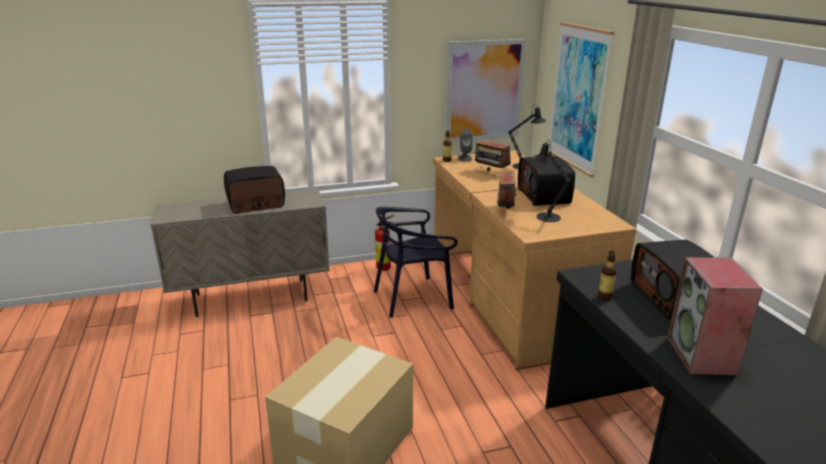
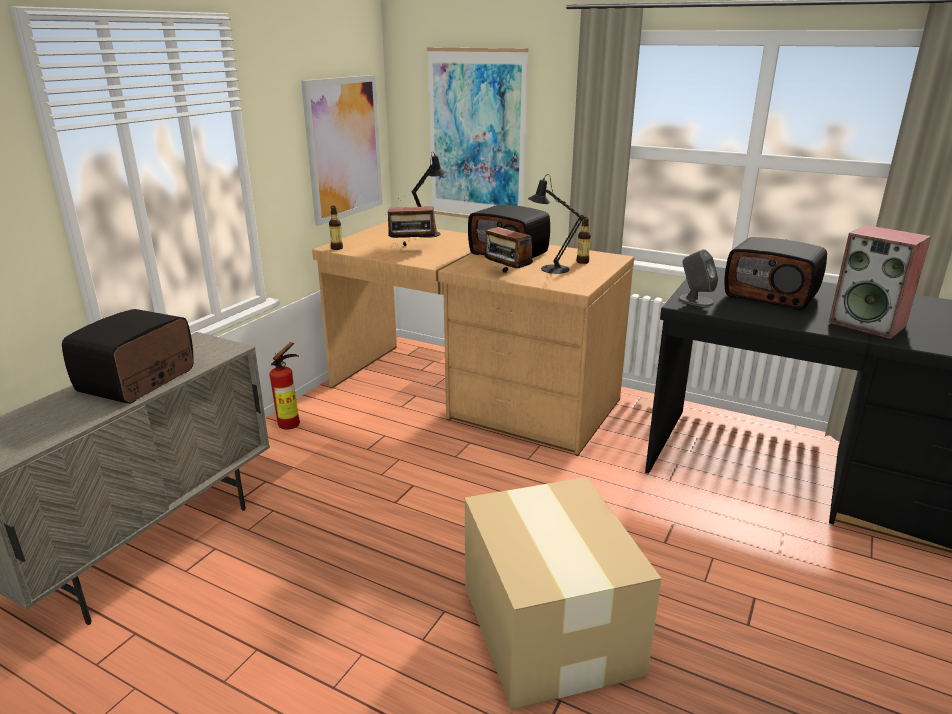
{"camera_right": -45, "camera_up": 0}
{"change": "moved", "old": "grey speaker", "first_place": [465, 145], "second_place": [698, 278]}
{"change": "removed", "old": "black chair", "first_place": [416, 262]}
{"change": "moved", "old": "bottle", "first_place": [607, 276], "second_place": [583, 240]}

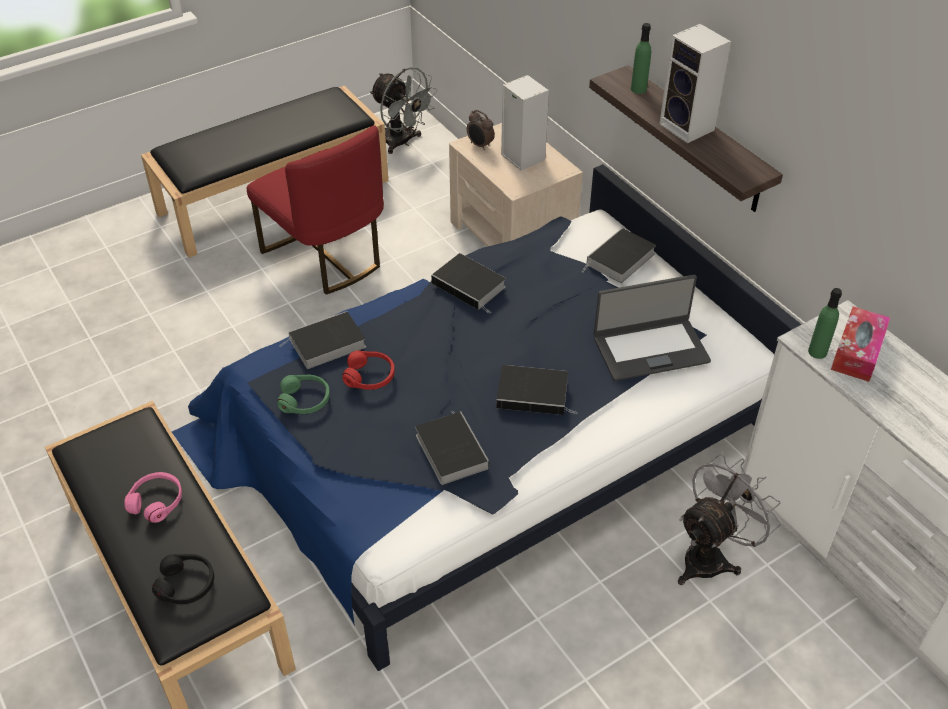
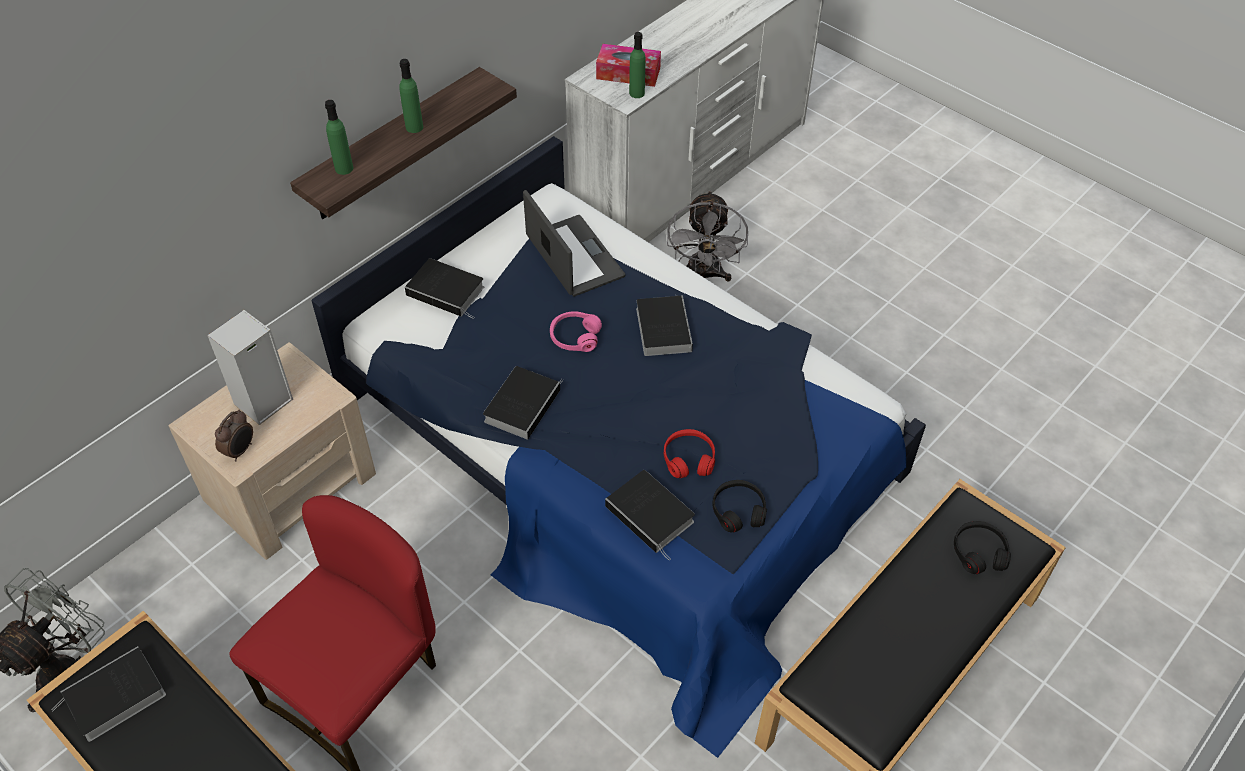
{"camera_right": -105, "camera_up": 5}
{"change": "replaced", "old": "speaker", "new": "green bottle", "first_place": [695, 83], "second_place": [411, 96]}
{"change": "recoloured", "old": "green headphones", "new": "black headphones", "first_place": [303, 394], "second_place": [739, 506]}
{"change": "moved", "old": "book", "first_place": [452, 448], "second_place": [109, 694]}
{"change": "turned", "old": "grey fan", "first_place": [729, 519], "second_place": [707, 236], "degrees": -120}
{"change": "moved", "old": "pink headphones", "first_place": [153, 497], "second_place": [576, 331]}

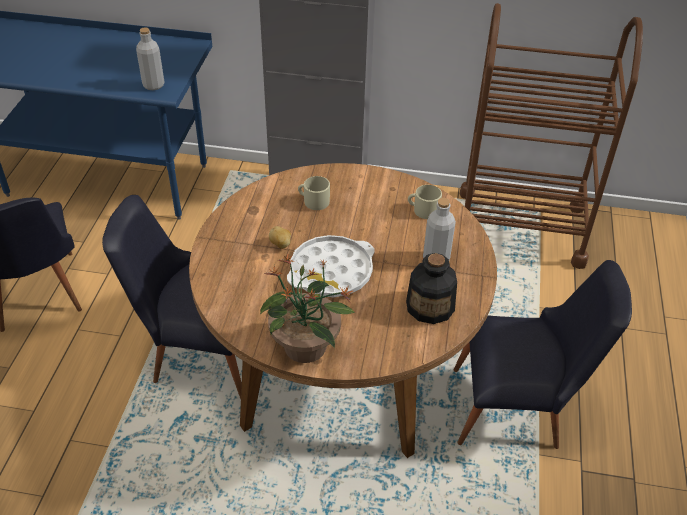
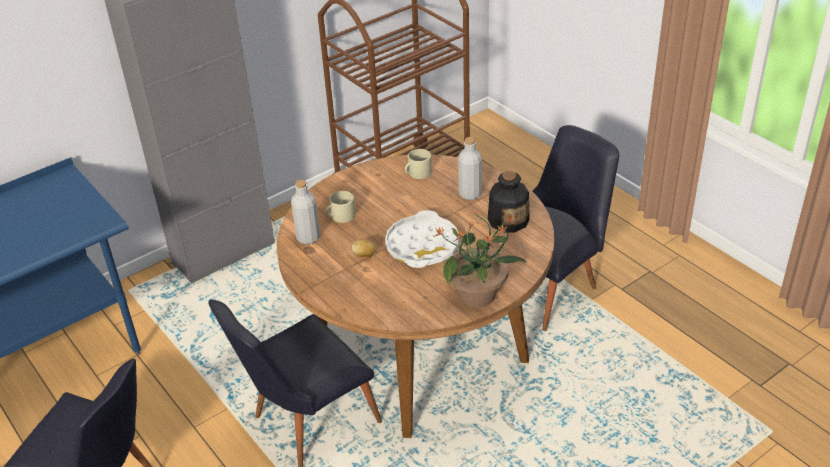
{"camera_right": -45, "camera_up": -5}
{"change": "moved", "old": "grey bottle", "first_place": [150, 59], "second_place": [305, 212]}

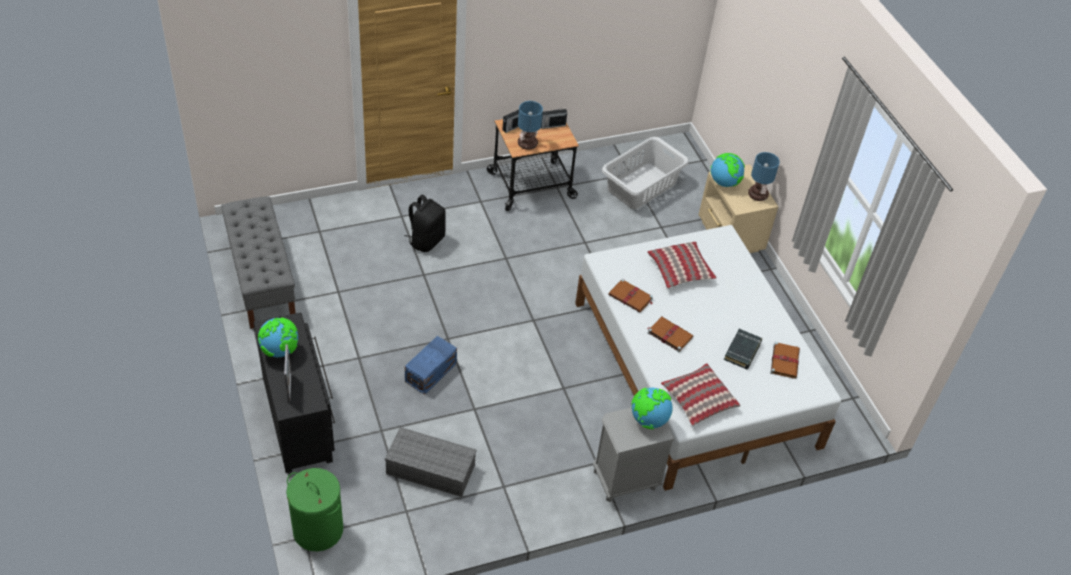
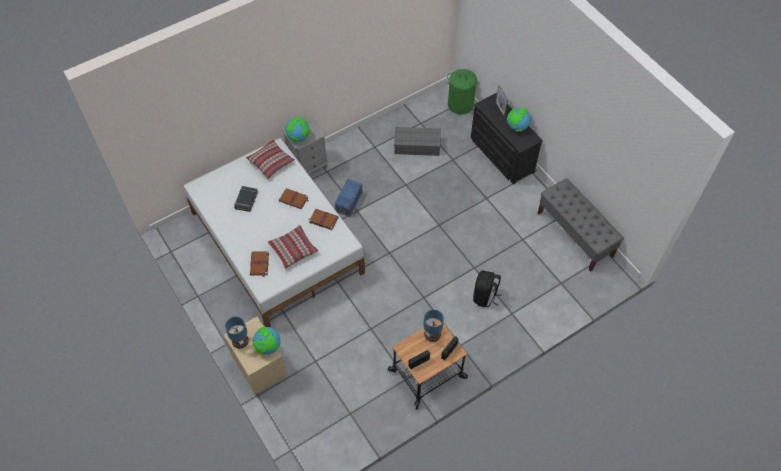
{"camera_right": 170, "camera_up": 10}
{"change": "removed", "old": "grey laundry basket", "first_place": [645, 173]}
{"change": "moved", "old": "blue storage box", "first_place": [431, 365], "second_place": [349, 198]}
{"change": "moved", "old": "brown book", "first_place": [785, 360], "second_place": [259, 264]}

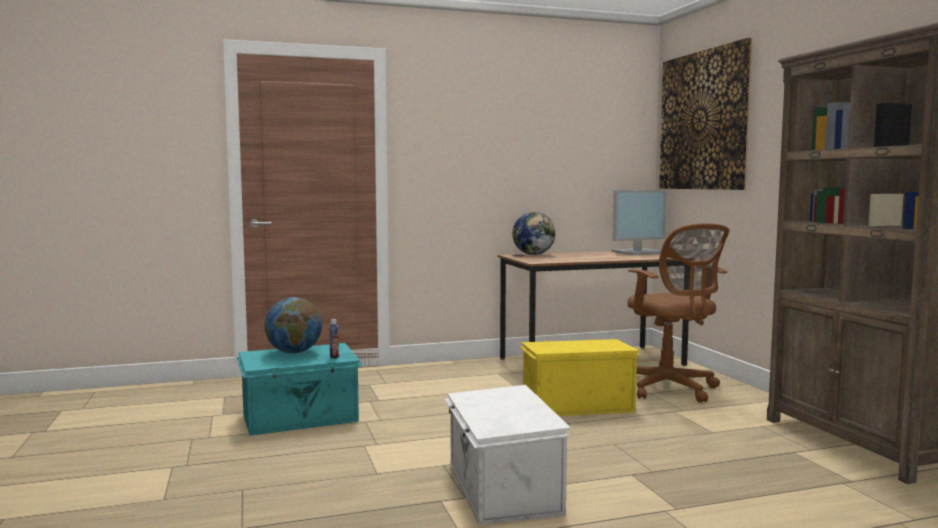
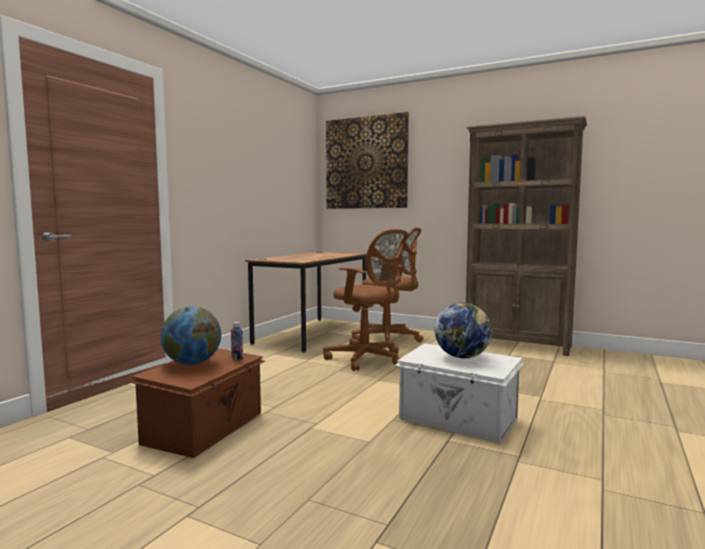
{"camera_right": -45, "camera_up": 0}
{"change": "removed", "old": "monitor", "first_place": [639, 222]}
{"change": "moved", "old": "globe", "first_place": [534, 233], "second_place": [463, 330]}
{"change": "replaced", "old": "yellow storage box", "new": "brown office chair", "first_place": [579, 377], "second_place": [365, 300]}
{"change": "recoloured", "old": "turquoise storage box", "new": "brown storage box", "first_place": [300, 389], "second_place": [198, 403]}

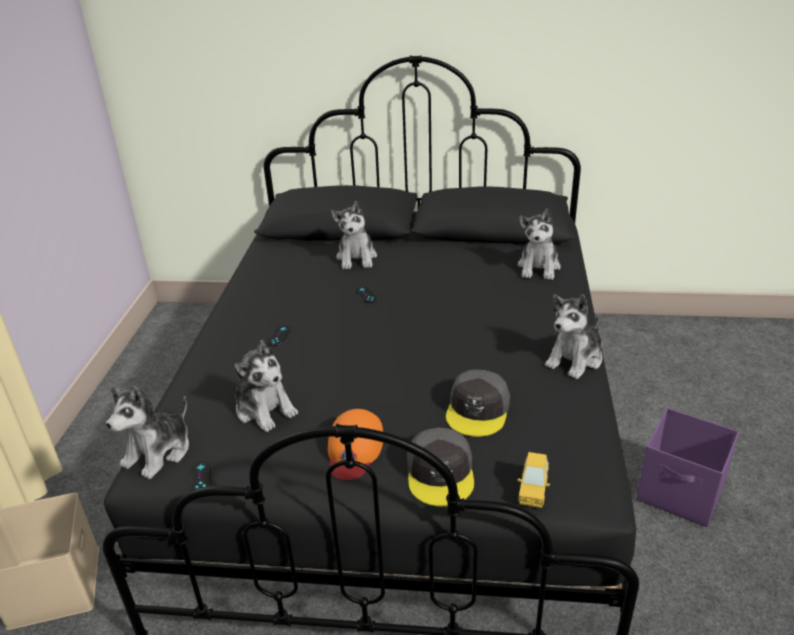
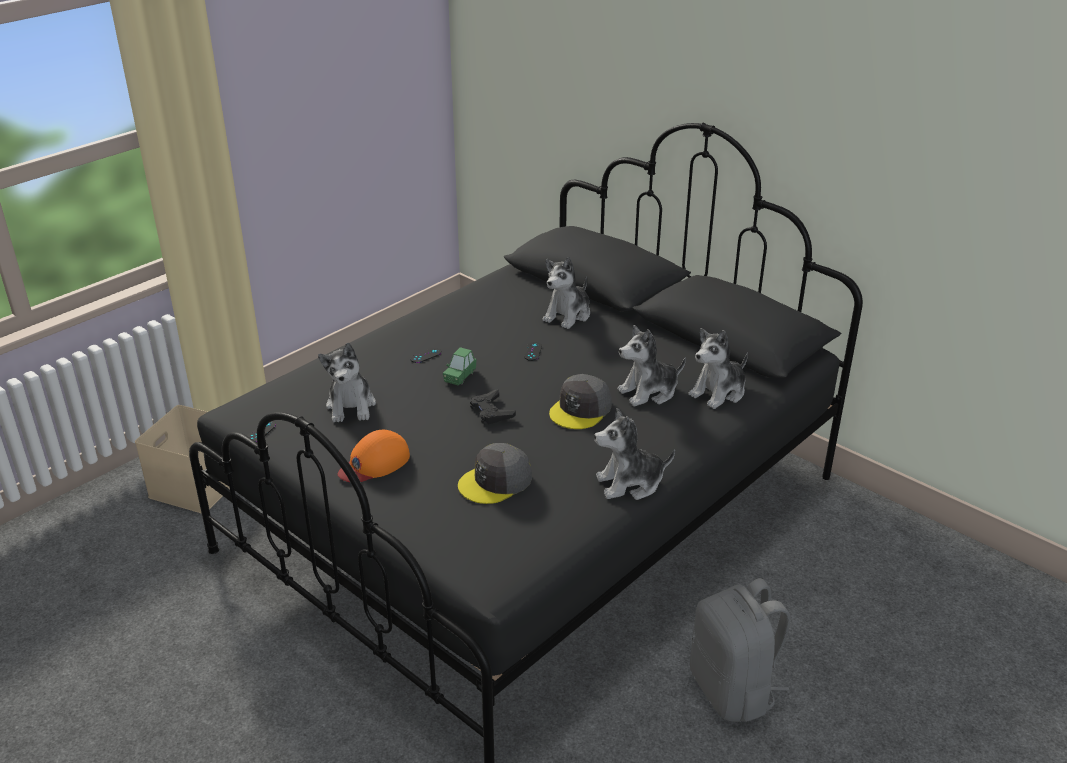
{"camera_right": 35, "camera_up": 0}
{"change": "moved", "old": "plush toy", "first_place": [147, 432], "second_place": [652, 365]}
{"change": "replaced", "old": "purple storage box", "new": "grey backpack", "first_place": [687, 467], "second_place": [740, 650]}
{"change": "moved", "old": "grey cap", "first_place": [440, 467], "second_place": [580, 401]}
{"change": "removed", "old": "yellow toy car", "first_place": [533, 480]}
{"change": "added", "new": "green toy car", "second_place": [460, 366]}
{"change": "added", "new": "black game controller", "second_place": [493, 406]}

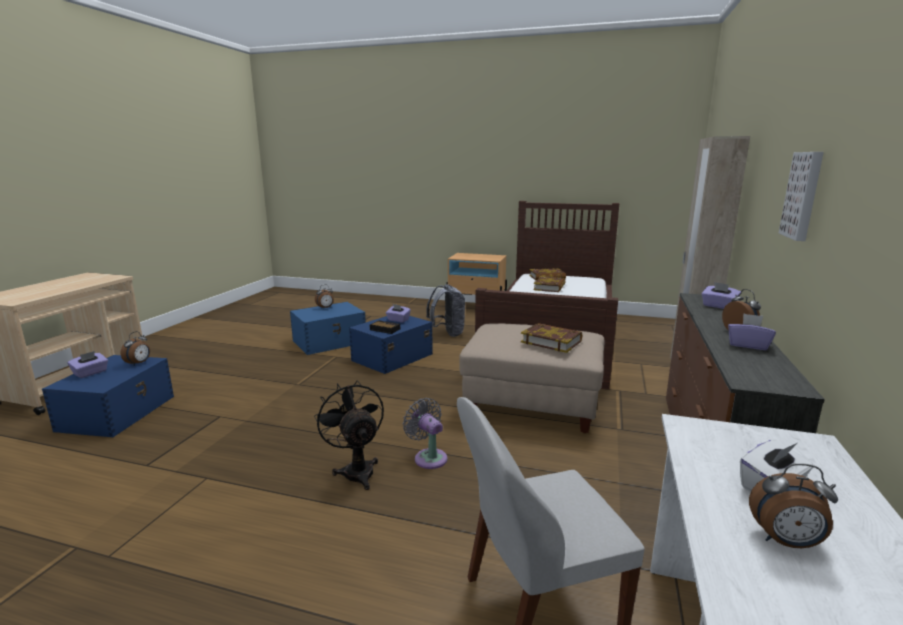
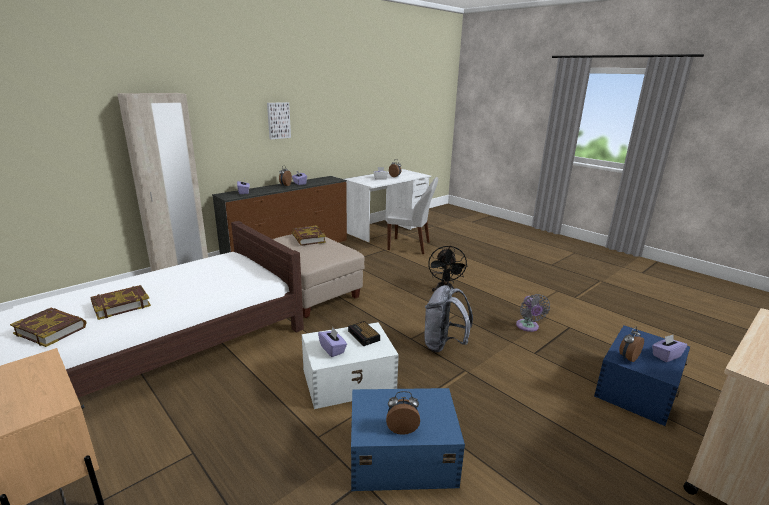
{"camera_right": -150, "camera_up": 5}
{"change": "moved", "old": "grey backpack", "first_place": [445, 310], "second_place": [448, 318]}
{"change": "recoloured", "old": "blue storage box", "new": "white storage box", "first_place": [391, 345], "second_place": [350, 365]}
{"change": "moved", "old": "grey fan", "first_place": [425, 433], "second_place": [533, 313]}

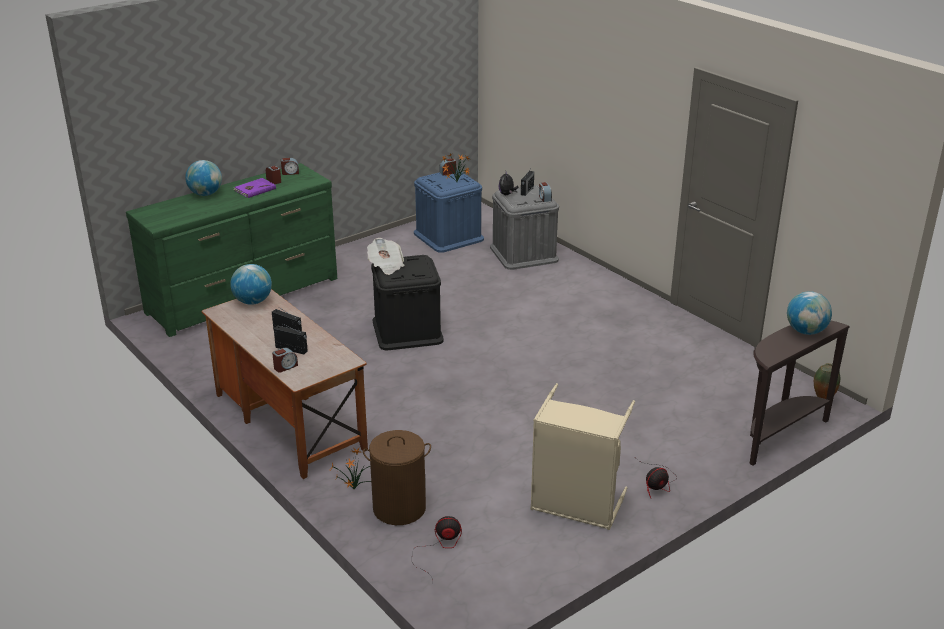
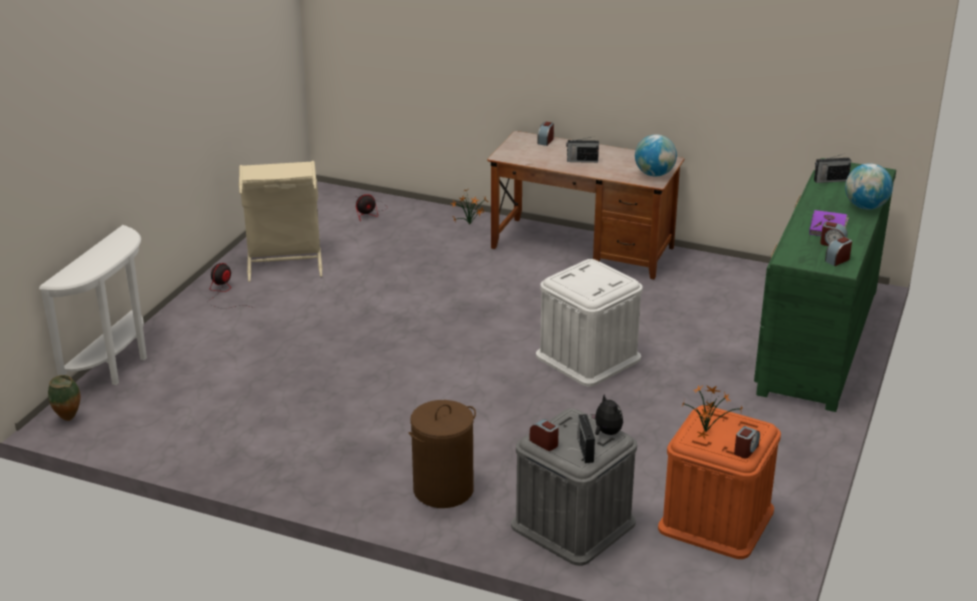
{"camera_right": 150, "camera_up": 0}
{"change": "recoloured", "old": "blue storage box", "new": "orange storage box", "first_place": [449, 211], "second_place": [719, 482]}
{"change": "removed", "old": "newspaper", "first_place": [386, 256]}
{"change": "recoloured", "old": "black storage box", "new": "white storage box", "first_place": [407, 302], "second_place": [589, 322]}
{"change": "removed", "old": "globe", "first_place": [809, 313]}
{"change": "recoloured", "old": "brown console table", "new": "white console table", "first_place": [799, 393], "second_place": [93, 305]}
{"change": "moved", "old": "radio", "first_place": [291, 338], "second_place": [832, 168]}
{"change": "moved", "old": "brown laundry basket", "first_place": [397, 477], "second_place": [442, 454]}

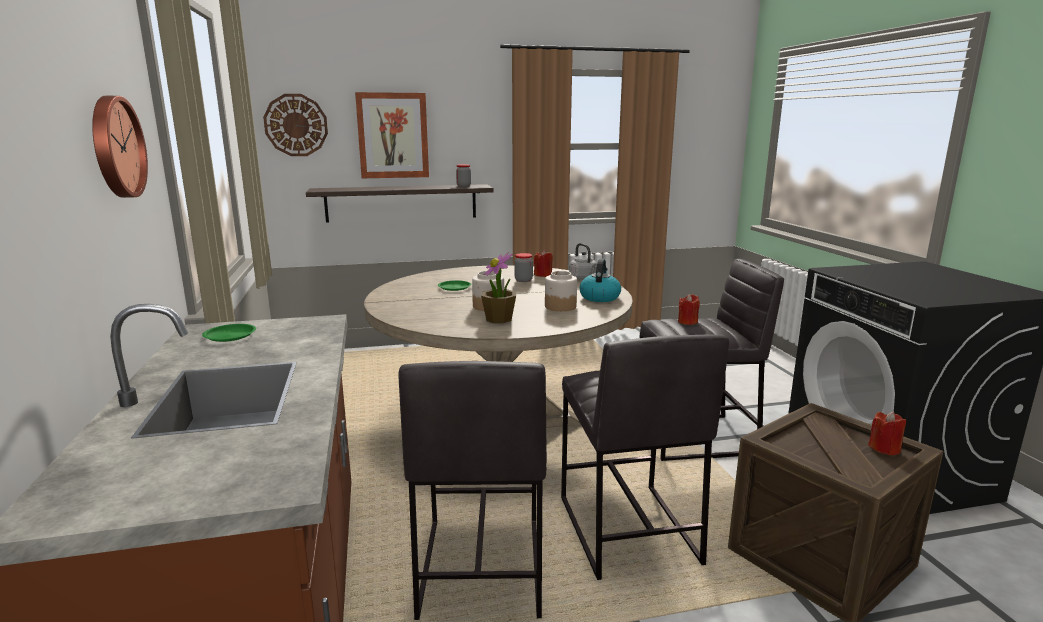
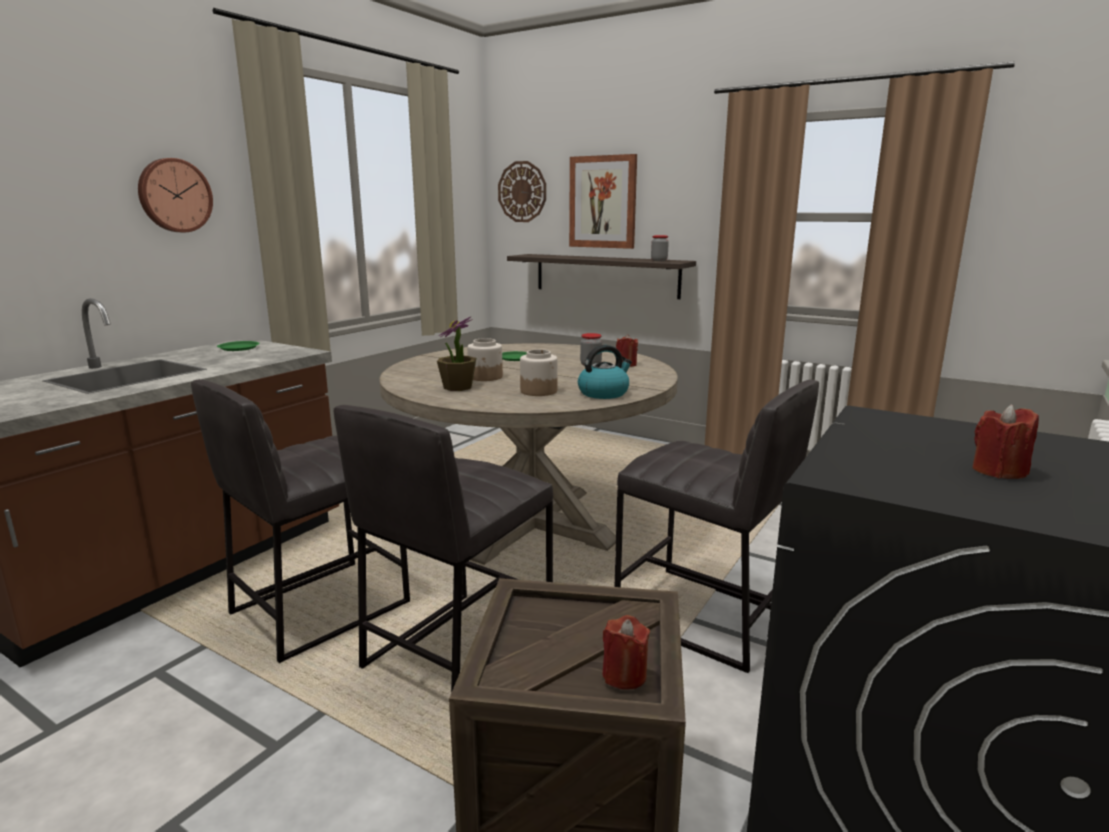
{"camera_right": 45, "camera_up": 0}
{"change": "removed", "old": "grey kettle", "first_place": [583, 261]}
{"change": "moved", "old": "red candle", "first_place": [689, 309], "second_place": [1005, 441]}

